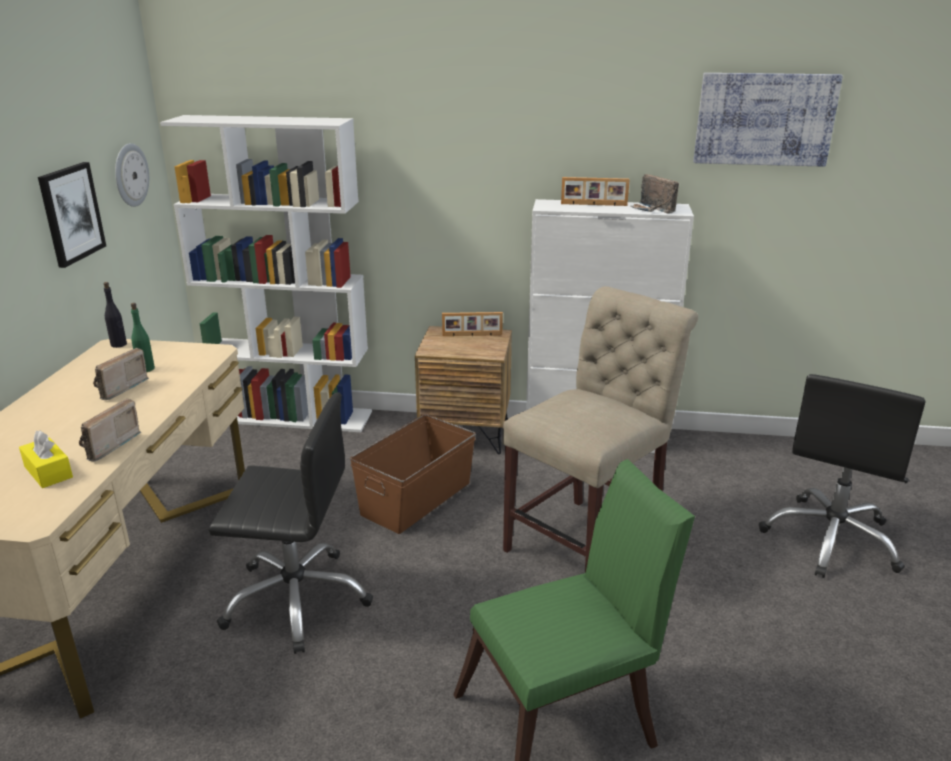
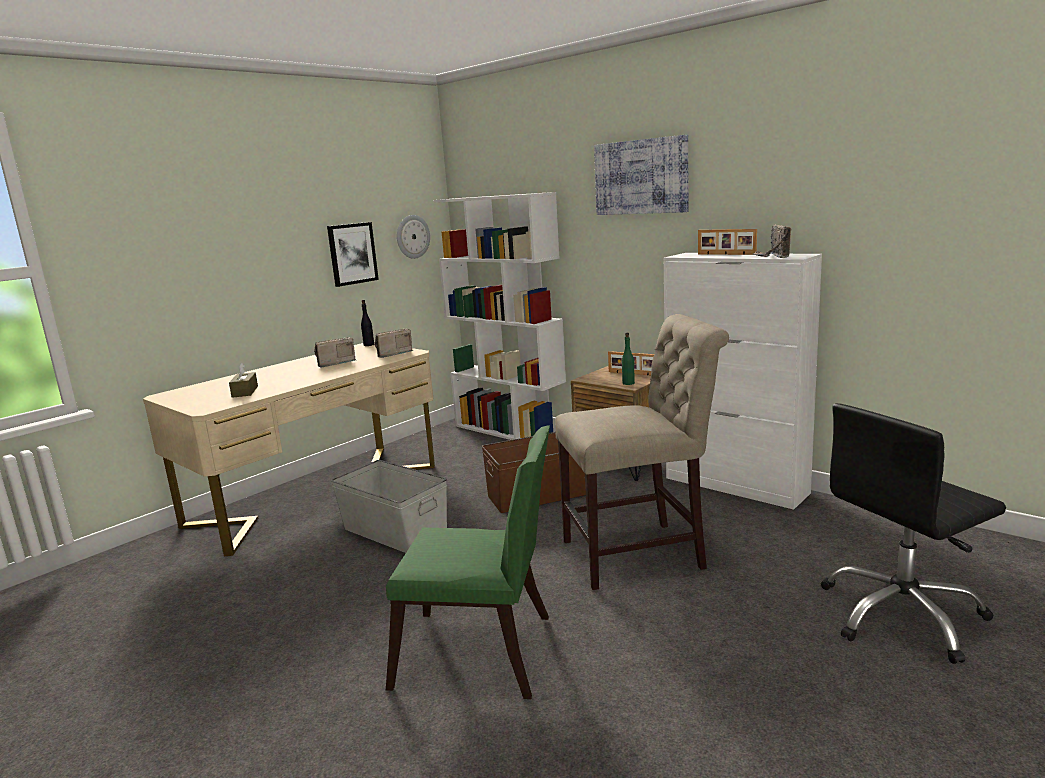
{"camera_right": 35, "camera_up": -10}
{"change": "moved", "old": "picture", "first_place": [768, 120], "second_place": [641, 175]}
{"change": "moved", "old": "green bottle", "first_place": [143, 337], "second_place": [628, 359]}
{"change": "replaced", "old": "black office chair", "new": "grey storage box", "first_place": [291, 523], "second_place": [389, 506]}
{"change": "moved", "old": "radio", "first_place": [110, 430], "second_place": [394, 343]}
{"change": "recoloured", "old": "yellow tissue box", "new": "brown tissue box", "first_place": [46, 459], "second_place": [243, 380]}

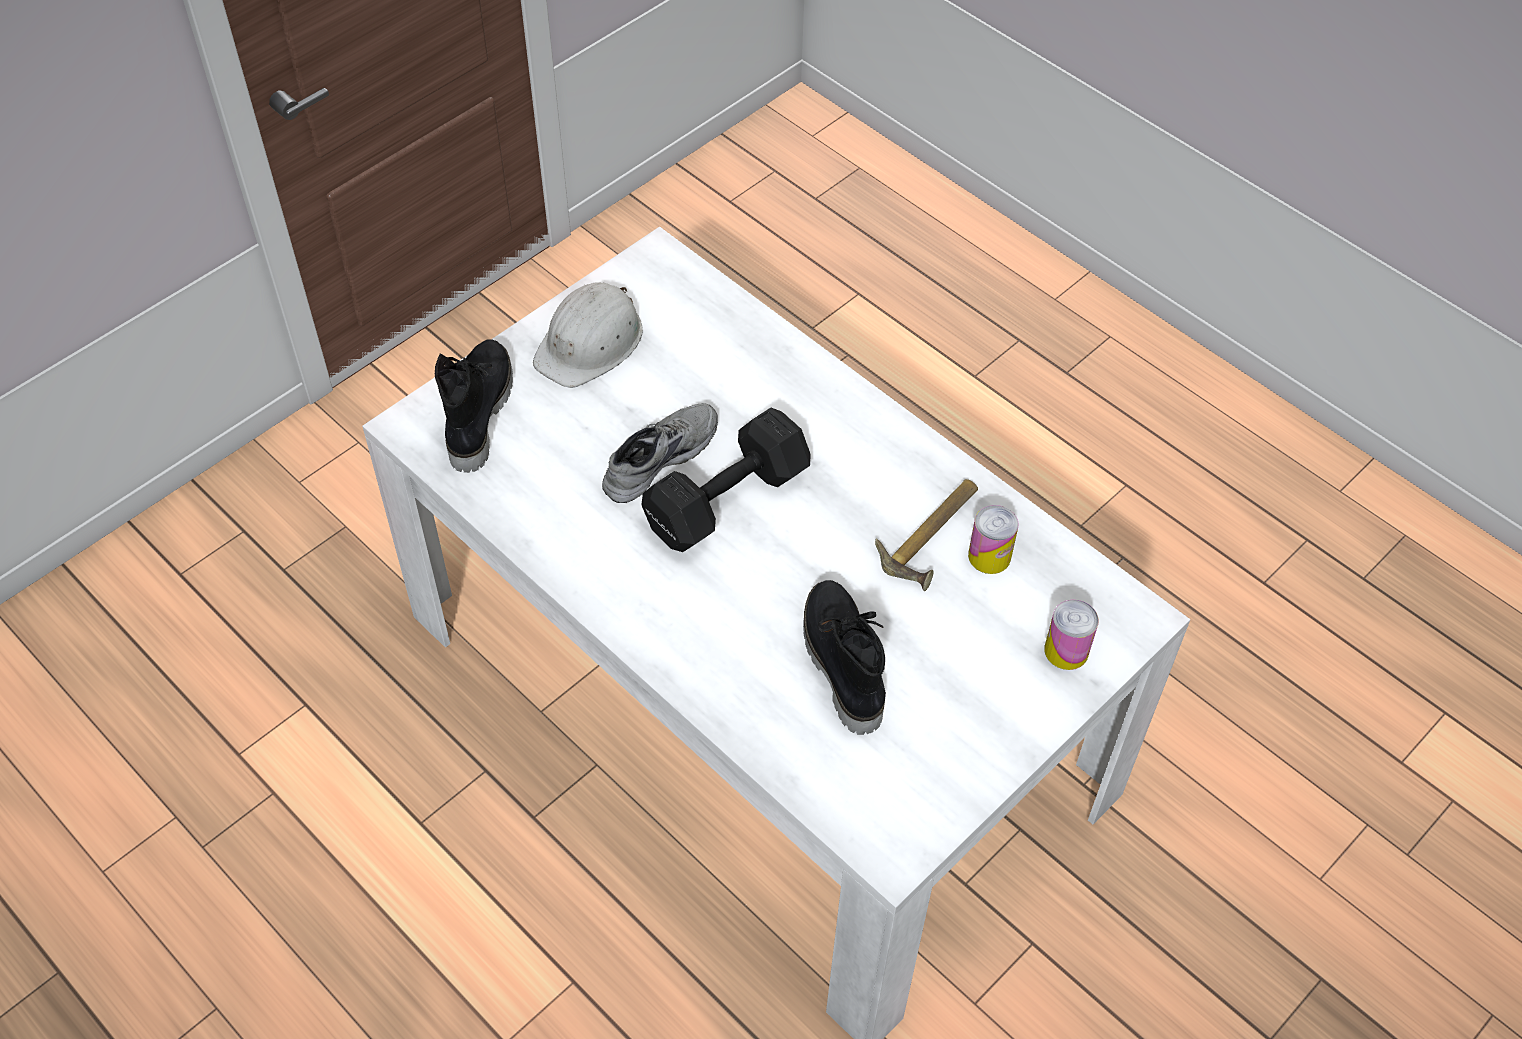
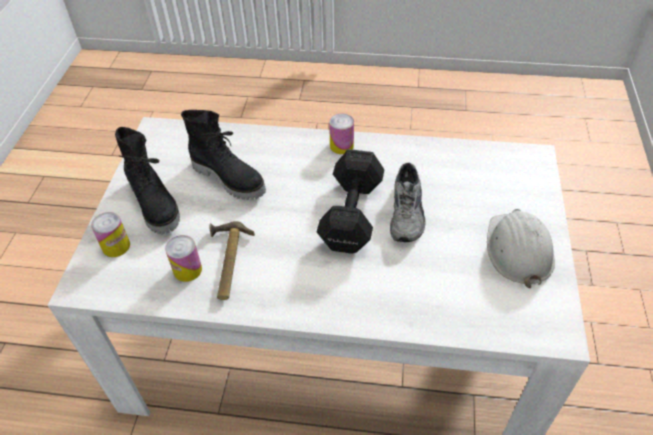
{"camera_right": 145, "camera_up": -5}
{"change": "moved", "old": "black boot", "first_place": [474, 406], "second_place": [147, 180]}
{"change": "added", "new": "can", "second_place": [341, 134]}

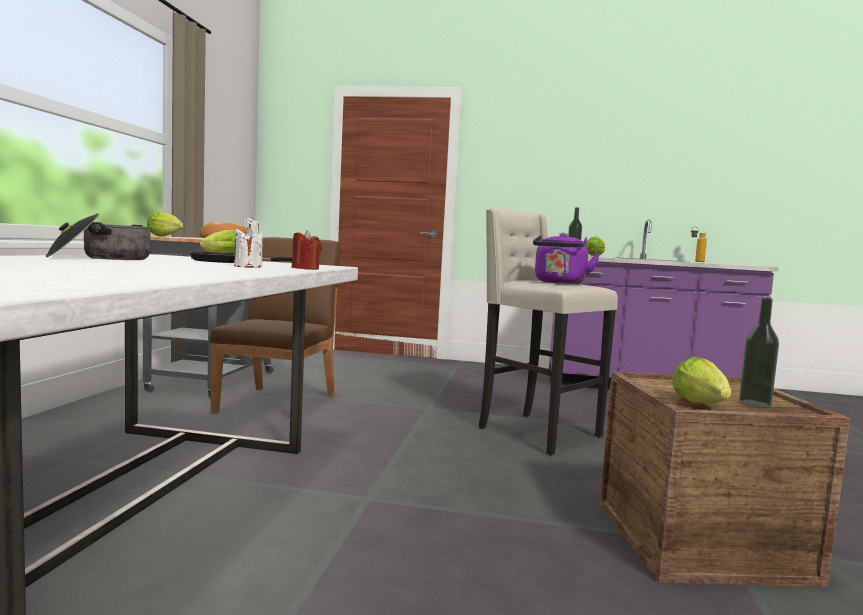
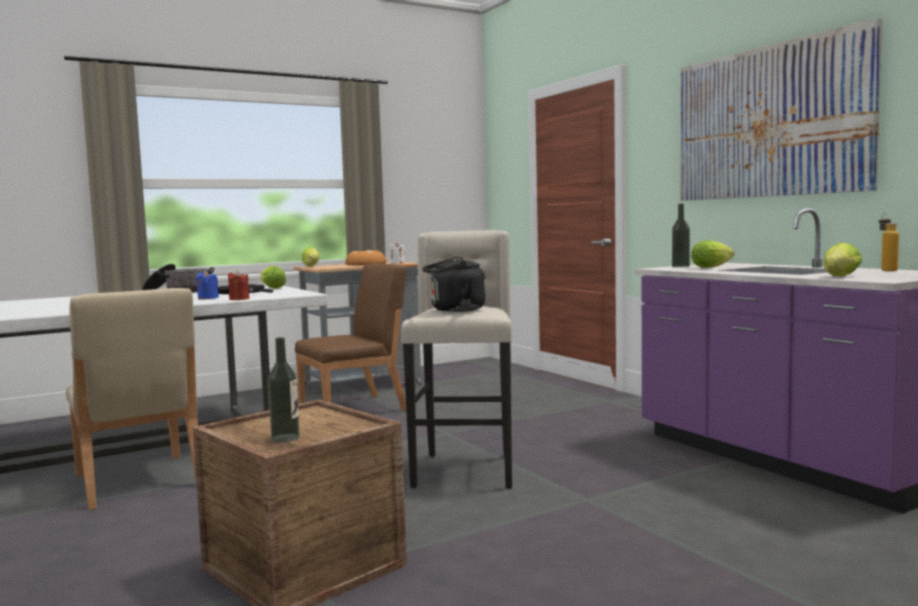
{"camera_right": 50, "camera_up": 0}
{"change": "recoloured", "old": "white candle", "new": "blue candle", "first_place": [248, 247], "second_place": [207, 285]}
{"change": "recoloured", "old": "purple kettle", "new": "black kettle", "first_place": [566, 258], "second_place": [454, 284]}
{"change": "moved", "old": "lettuce", "first_place": [702, 380], "second_place": [842, 259]}
{"change": "added", "new": "picture", "second_place": [781, 109]}
{"change": "added", "new": "beige chair", "second_place": [132, 399]}

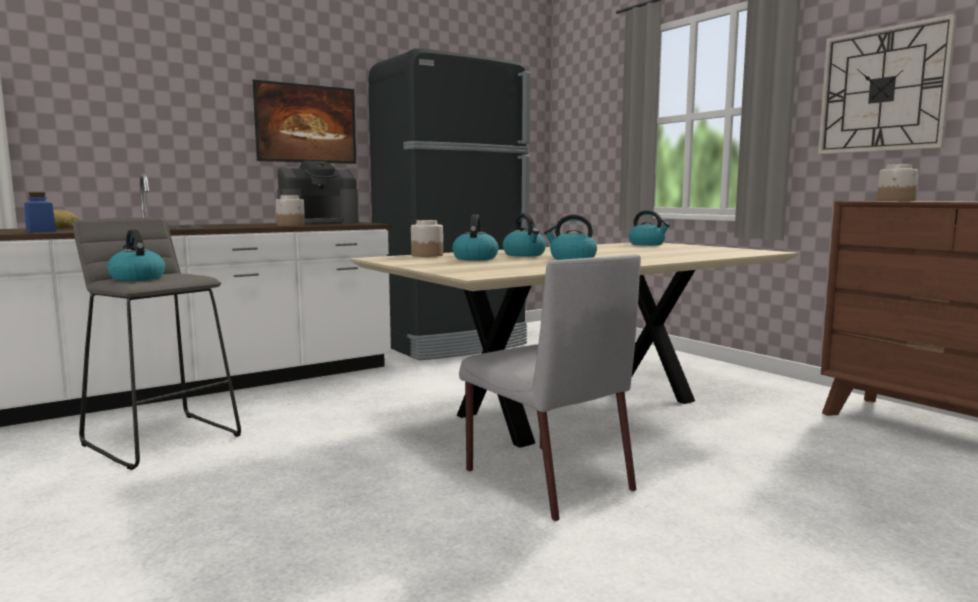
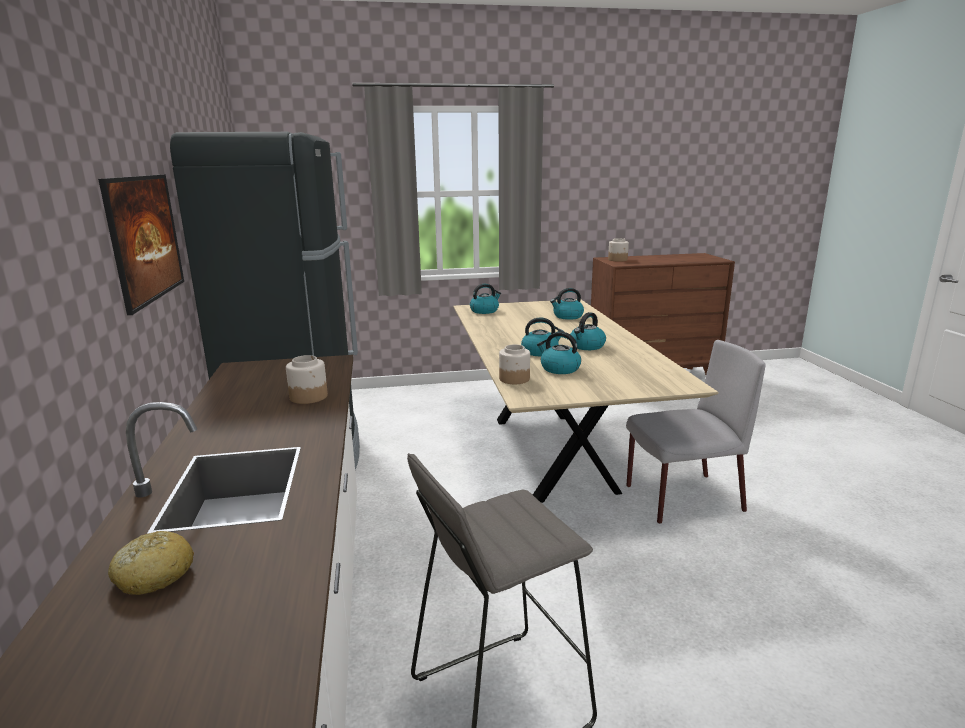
{"camera_right": -65, "camera_up": 10}
{"change": "removed", "old": "wall clock", "first_place": [888, 83]}
{"change": "removed", "old": "coffee machine", "first_place": [318, 192]}
{"change": "removed", "old": "blue jar", "first_place": [40, 212]}
{"change": "moved", "old": "kettle", "first_place": [136, 255], "second_place": [567, 304]}

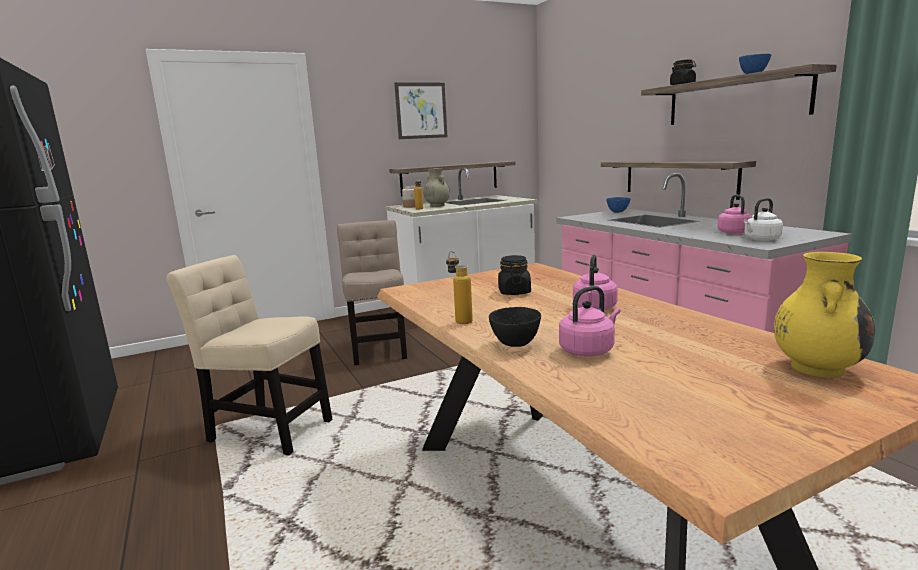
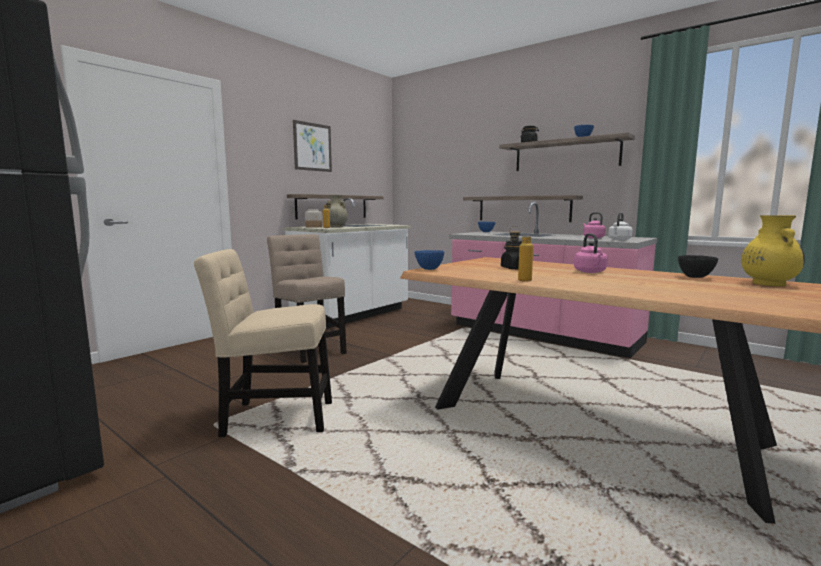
{"camera_right": -25, "camera_up": -5}
{"change": "removed", "old": "pink kettle", "first_place": [589, 321]}
{"change": "moved", "old": "black bowl", "first_place": [515, 327], "second_place": [698, 266]}
{"change": "added", "new": "blue bowl", "second_place": [429, 260]}

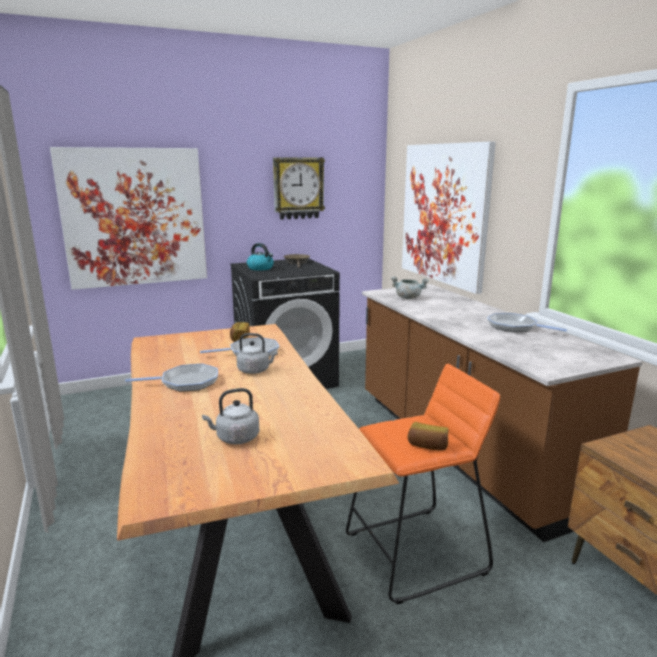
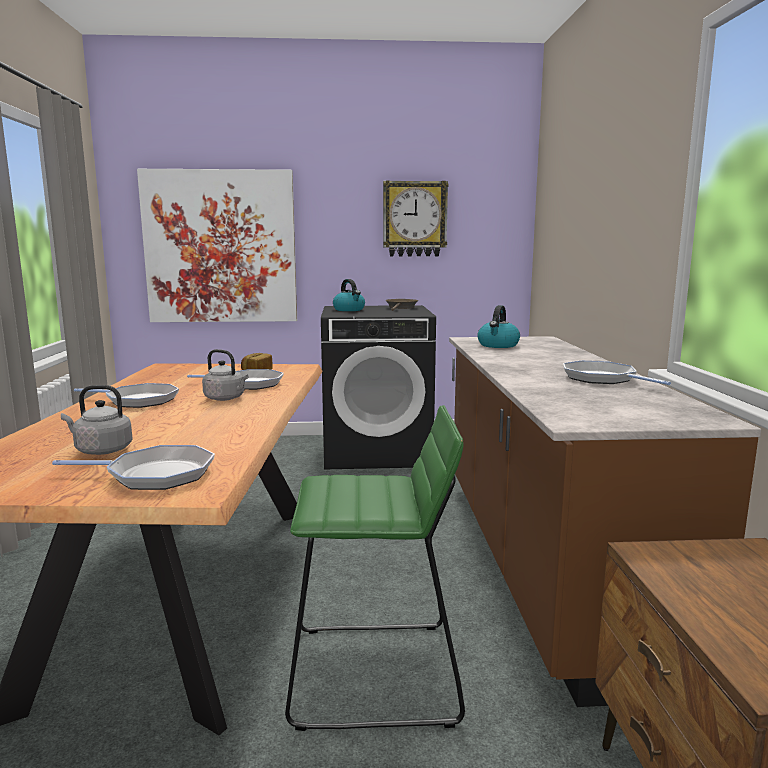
{"camera_right": 20, "camera_up": -5}
{"change": "removed", "old": "picture", "first_place": [449, 218]}
{"change": "replaced", "old": "grey cooking pot", "new": "kettle", "first_place": [410, 287], "second_place": [498, 326]}
{"change": "recoloured", "old": "orange stool", "new": "green stool", "first_place": [423, 484], "second_place": [375, 568]}
{"change": "removed", "old": "bread", "first_place": [428, 436]}
{"change": "added", "new": "frying pan", "second_place": [133, 467]}

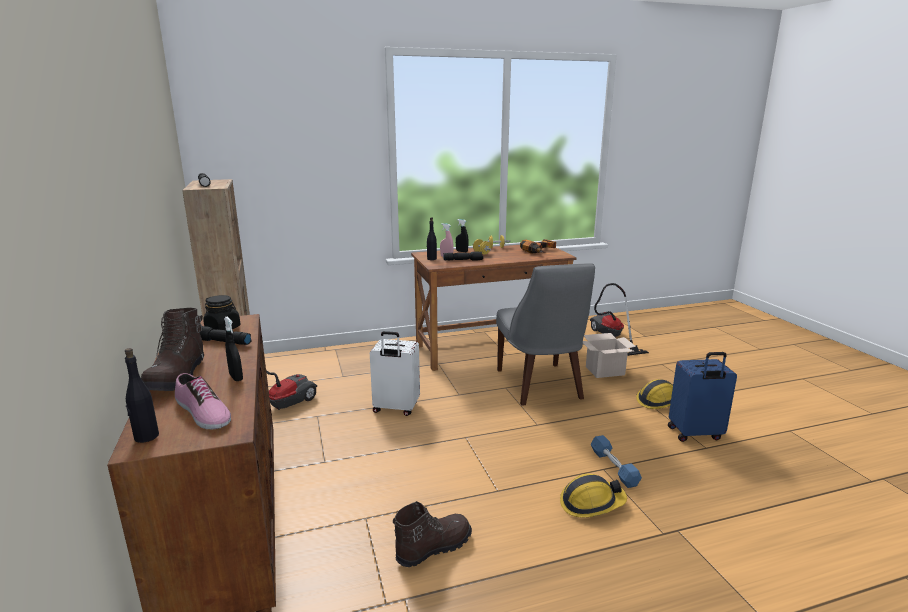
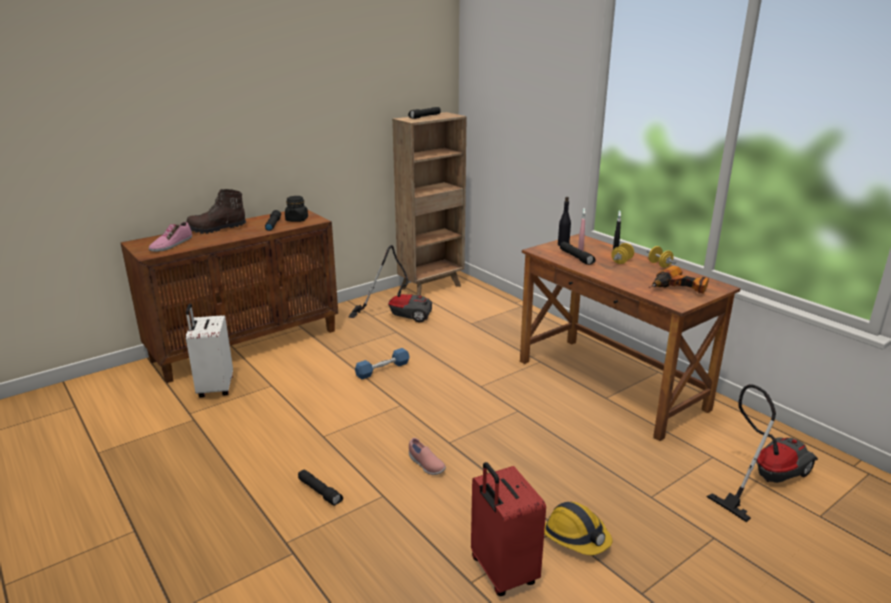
{"camera_right": 70, "camera_up": 5}
{"change": "removed", "old": "grey chair", "first_place": [545, 334]}
{"change": "removed", "old": "black spray bottle", "first_place": [233, 349]}
{"change": "moved", "old": "white suitcase", "first_place": [395, 373], "second_place": [209, 351]}
{"change": "removed", "old": "cardboard box", "first_place": [609, 355]}
{"change": "removed", "old": "black bottle", "first_place": [142, 395]}
{"change": "recoloured", "old": "blue suitcase", "new": "red suitcase", "first_place": [702, 397], "second_place": [508, 529]}
{"change": "moved", "old": "blue dumbbell", "first_place": [616, 461], "second_place": [382, 364]}
{"change": "replaced", "old": "hard hat", "new": "black flashlight", "first_place": [593, 495], "second_place": [320, 488]}
{"change": "removed", "old": "brown boot", "first_place": [432, 534]}
{"change": "added", "new": "pink shoe", "second_place": [427, 456]}

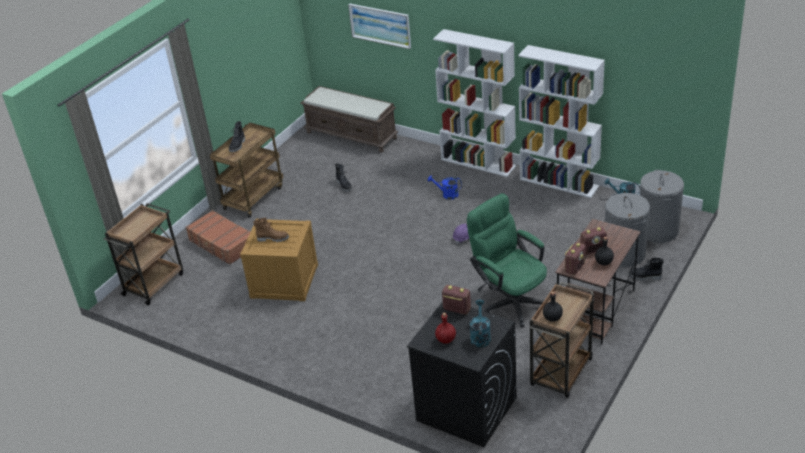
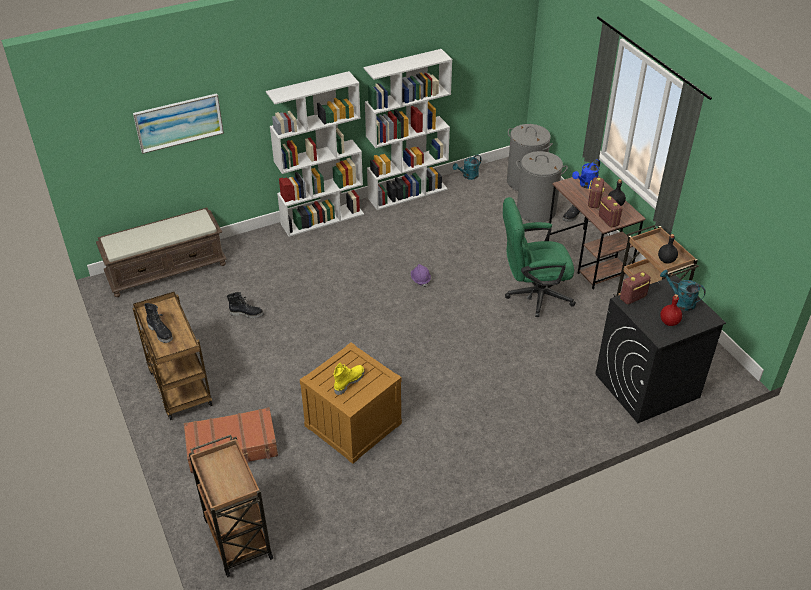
{"camera_right": -60, "camera_up": 5}
{"change": "moved", "old": "blue watering can", "first_place": [445, 187], "second_place": [586, 174]}
{"change": "recoloured", "old": "brown boot", "new": "yellow boot", "first_place": [271, 230], "second_place": [349, 379]}

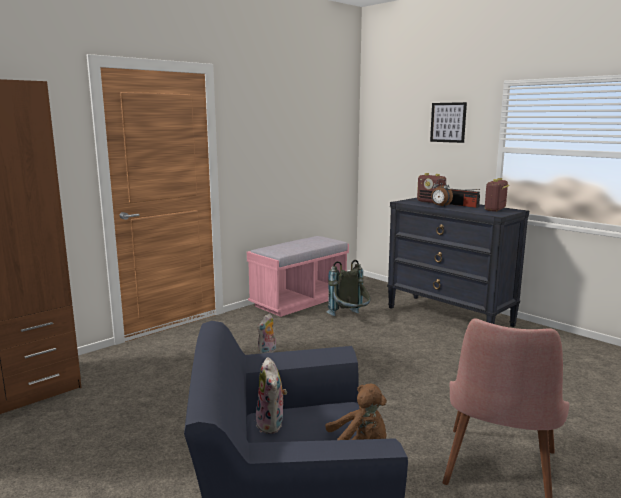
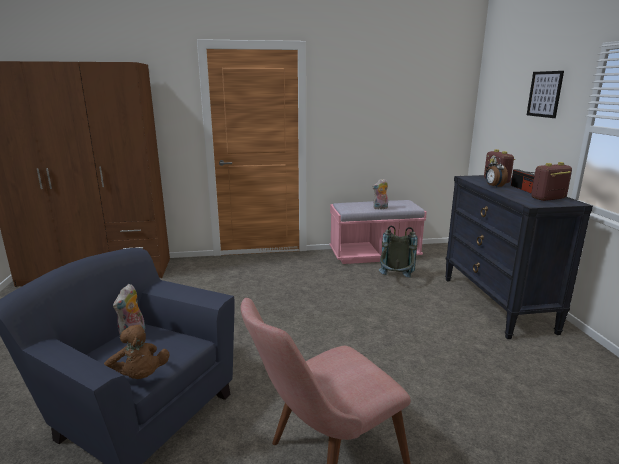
{"camera_right": 35, "camera_up": 5}
{"change": "moved", "old": "plush toy", "first_place": [266, 334], "second_place": [380, 194]}

